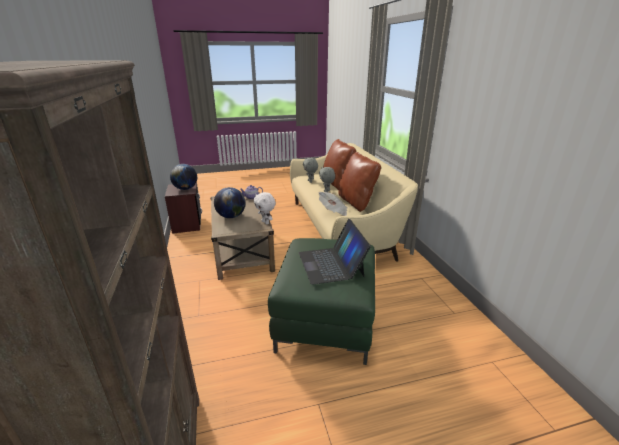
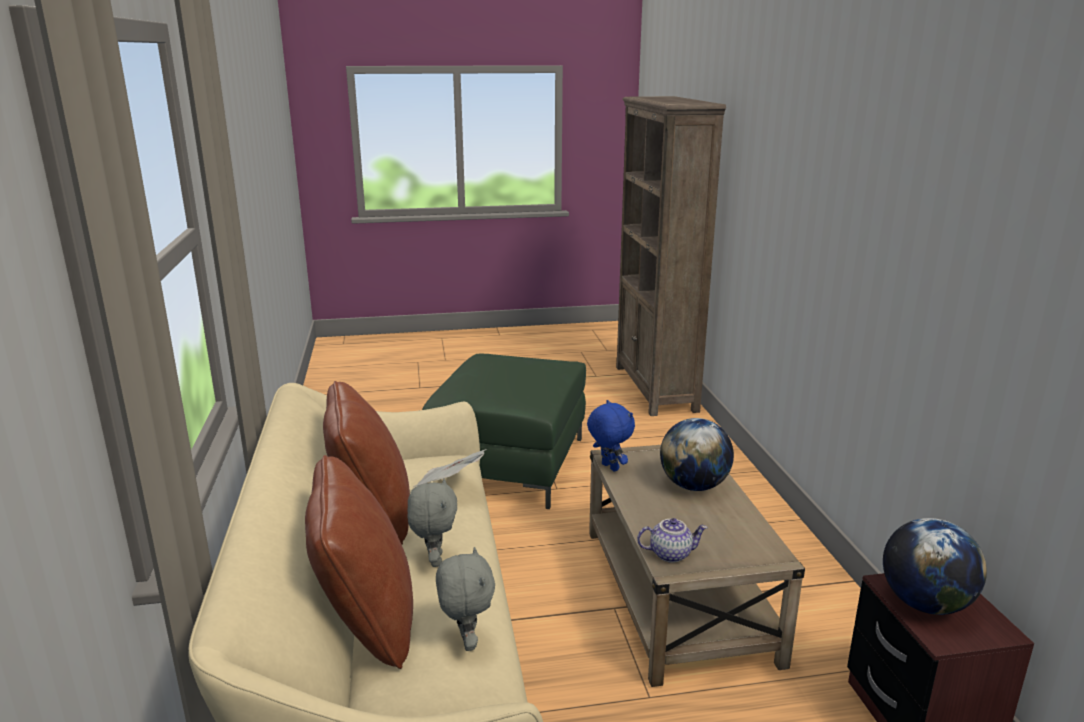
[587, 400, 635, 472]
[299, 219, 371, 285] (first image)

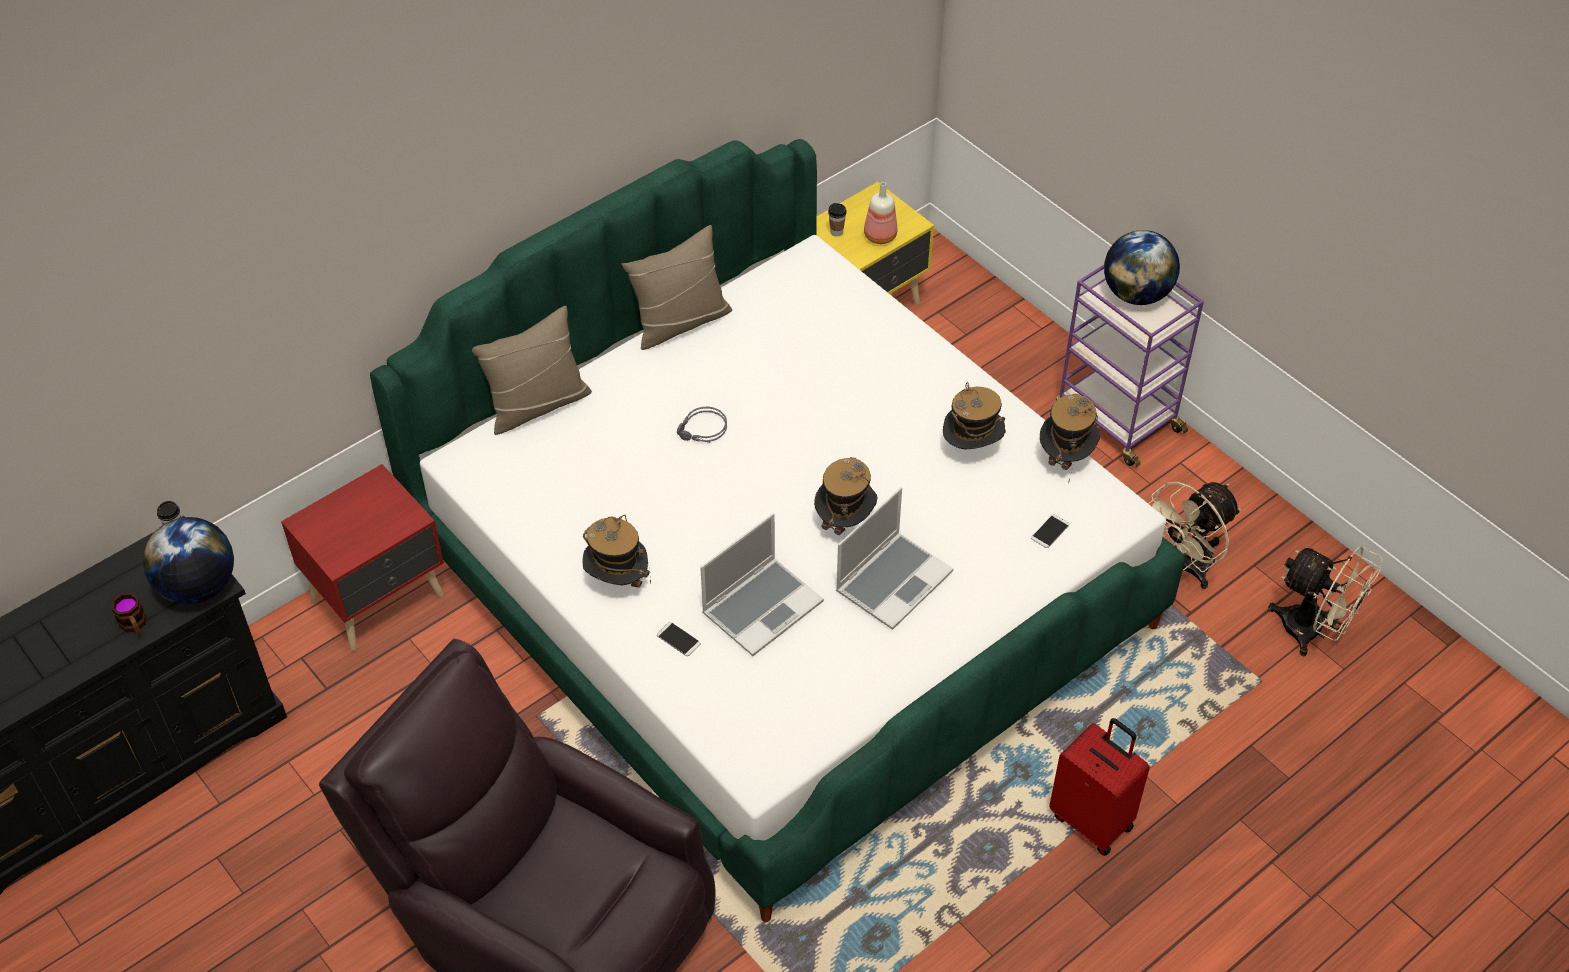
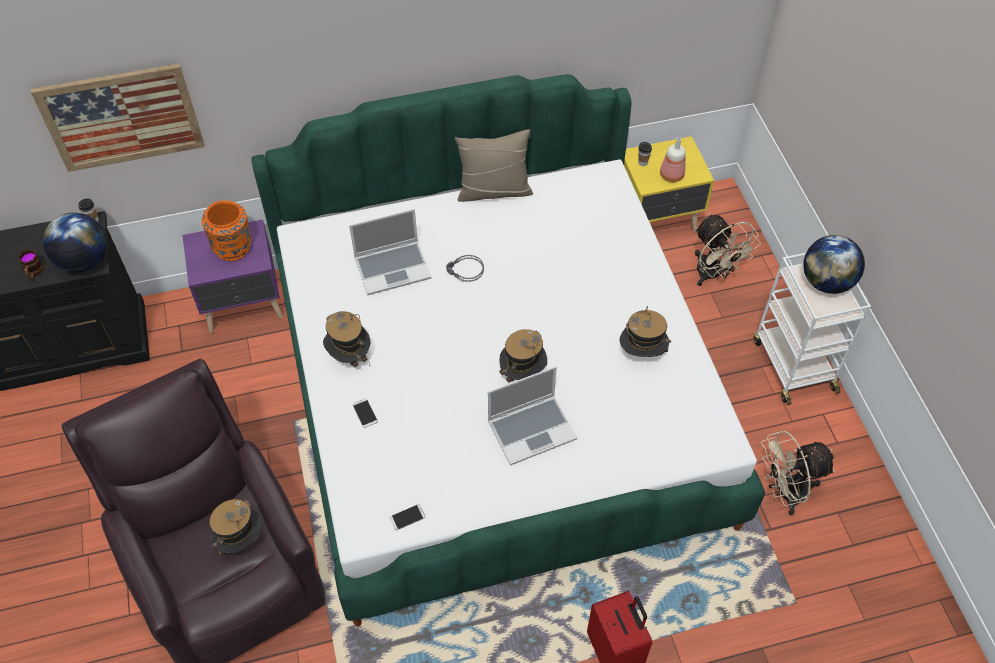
[31, 64, 205, 172]
[182, 219, 283, 333]
[202, 200, 252, 261]
[209, 499, 262, 563]
[349, 209, 431, 295]
[390, 504, 425, 530]
[695, 214, 761, 286]
[754, 253, 871, 405]
[472, 306, 592, 435] (first image)

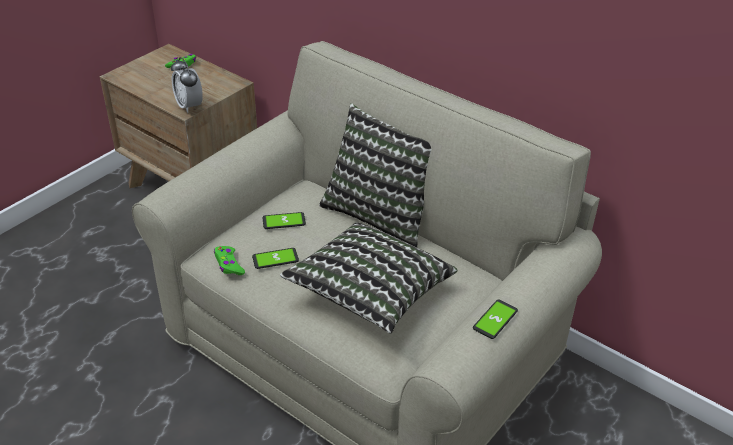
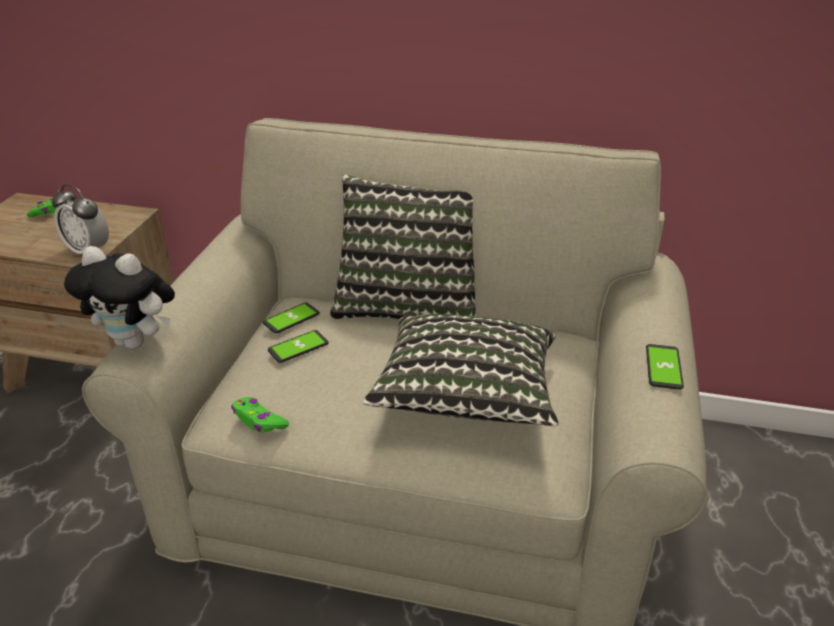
[64, 246, 175, 349]
[263, 302, 320, 334]

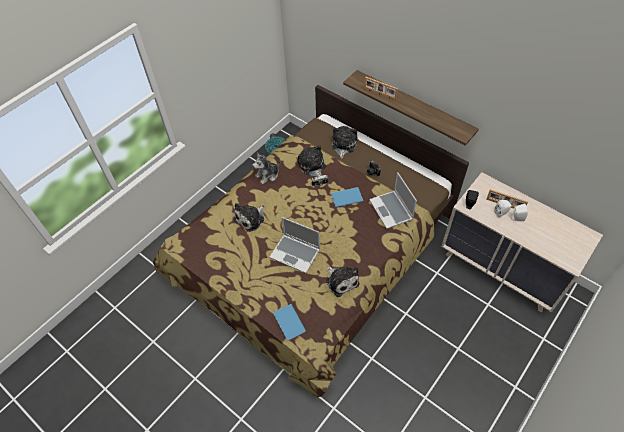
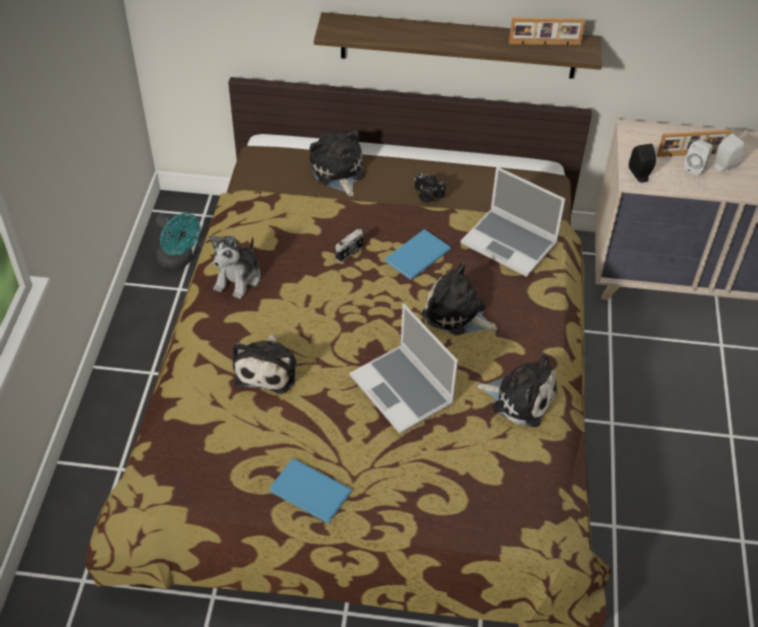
[270, 458, 352, 523]
[349, 304, 458, 434]
[422, 262, 497, 335]
[509, 18, 586, 46]

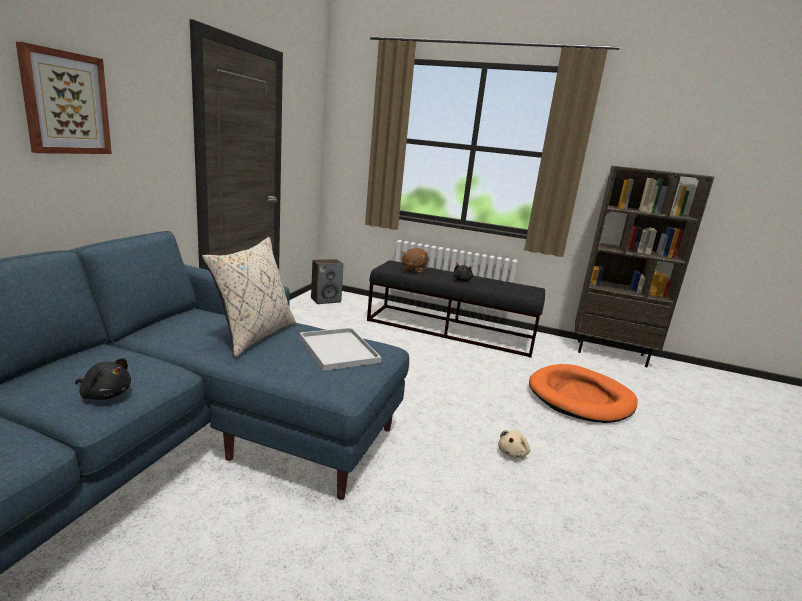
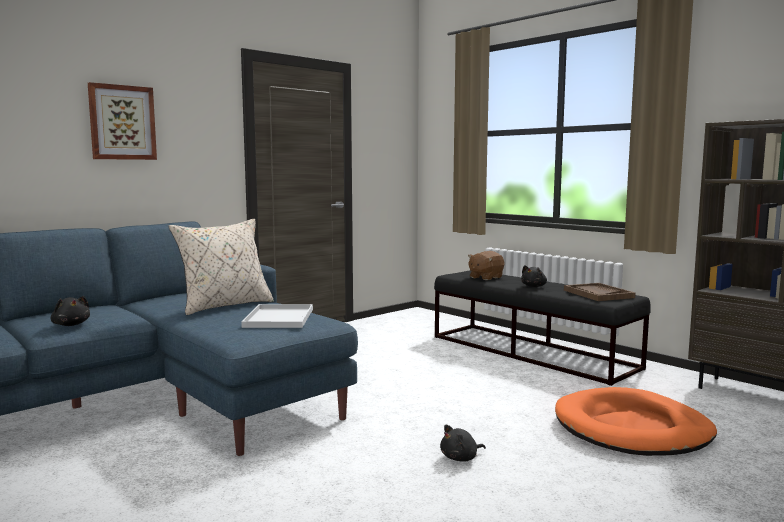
[440, 425, 486, 462]
[564, 283, 636, 301]
[311, 259, 344, 304] (first image)

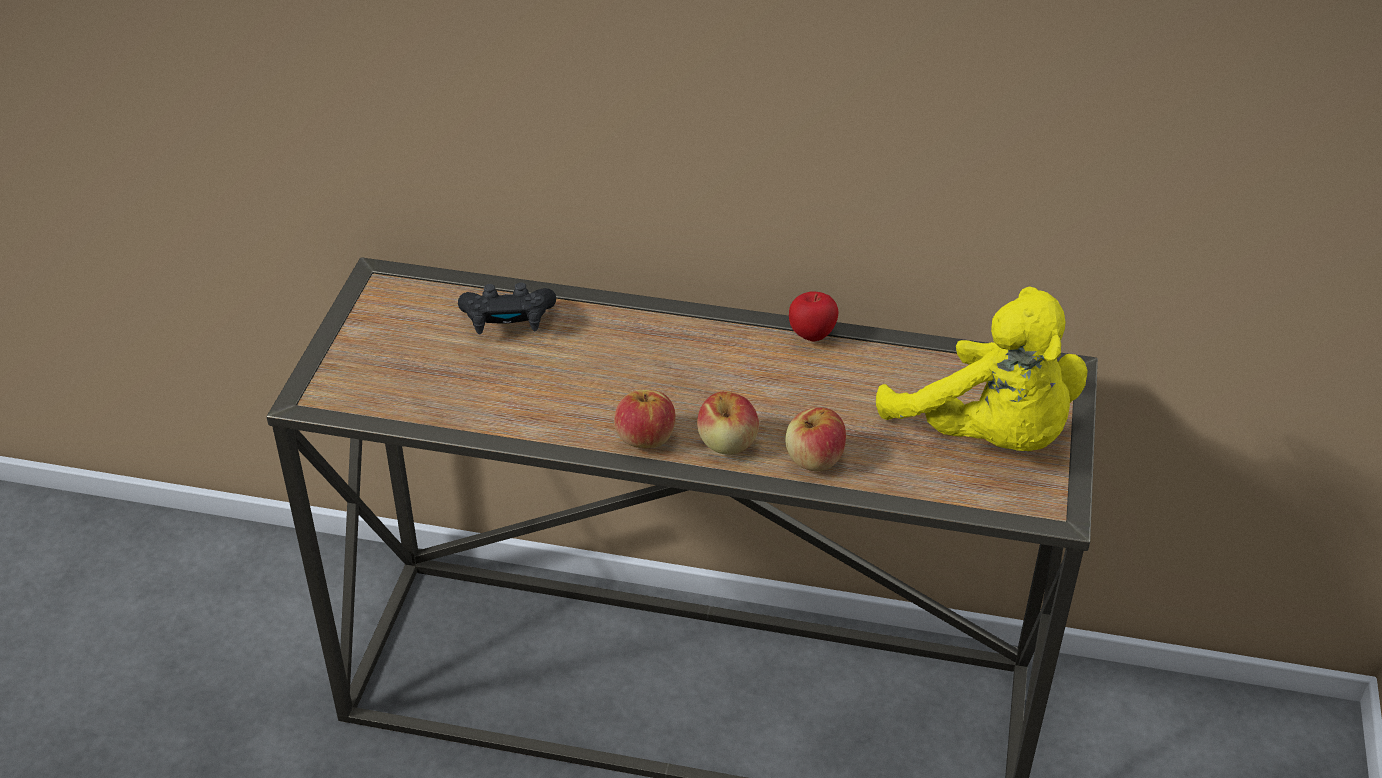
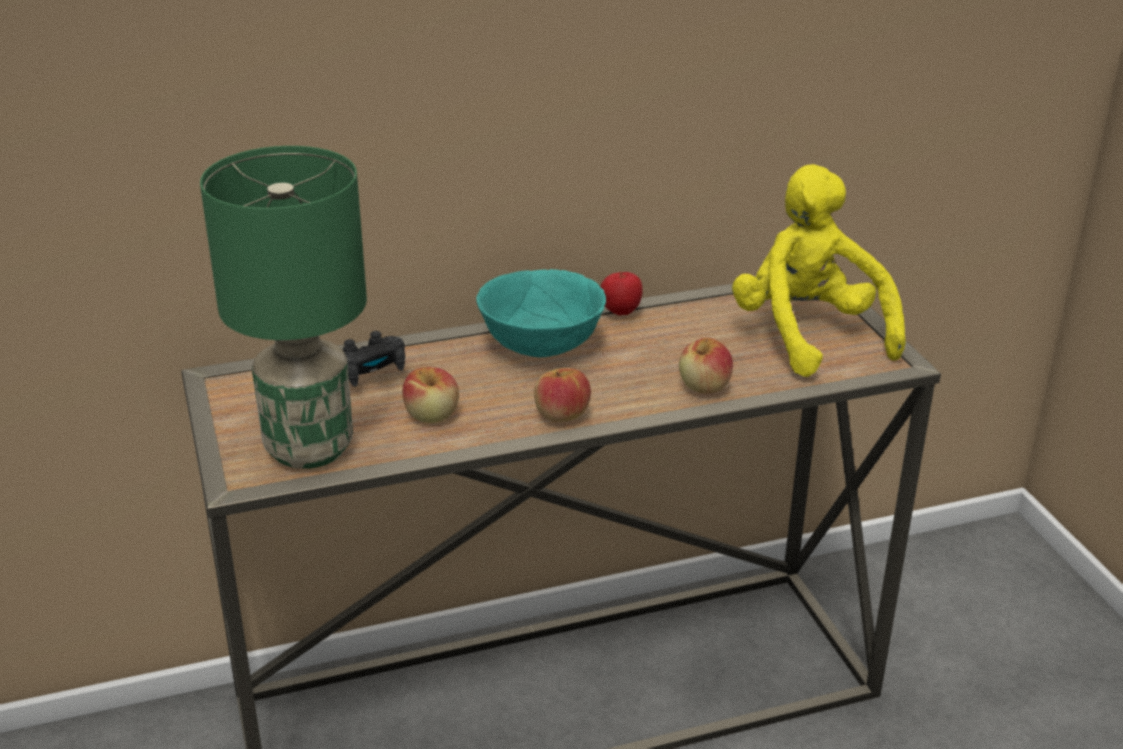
[200, 146, 367, 469]
[402, 367, 459, 423]
[476, 269, 606, 357]
[732, 164, 906, 377]

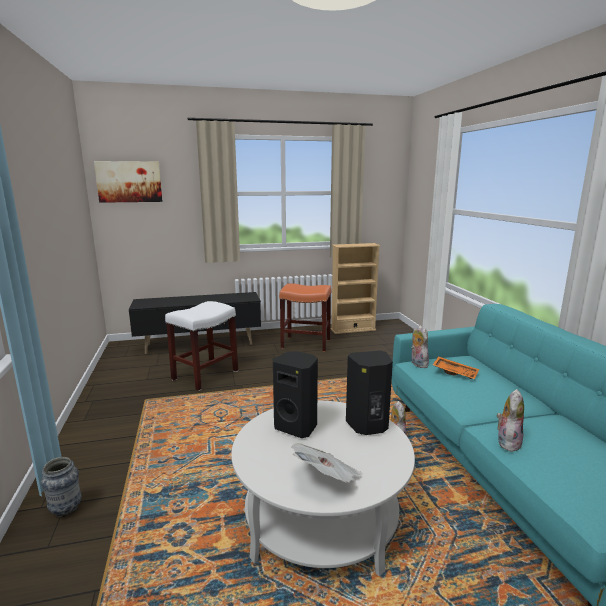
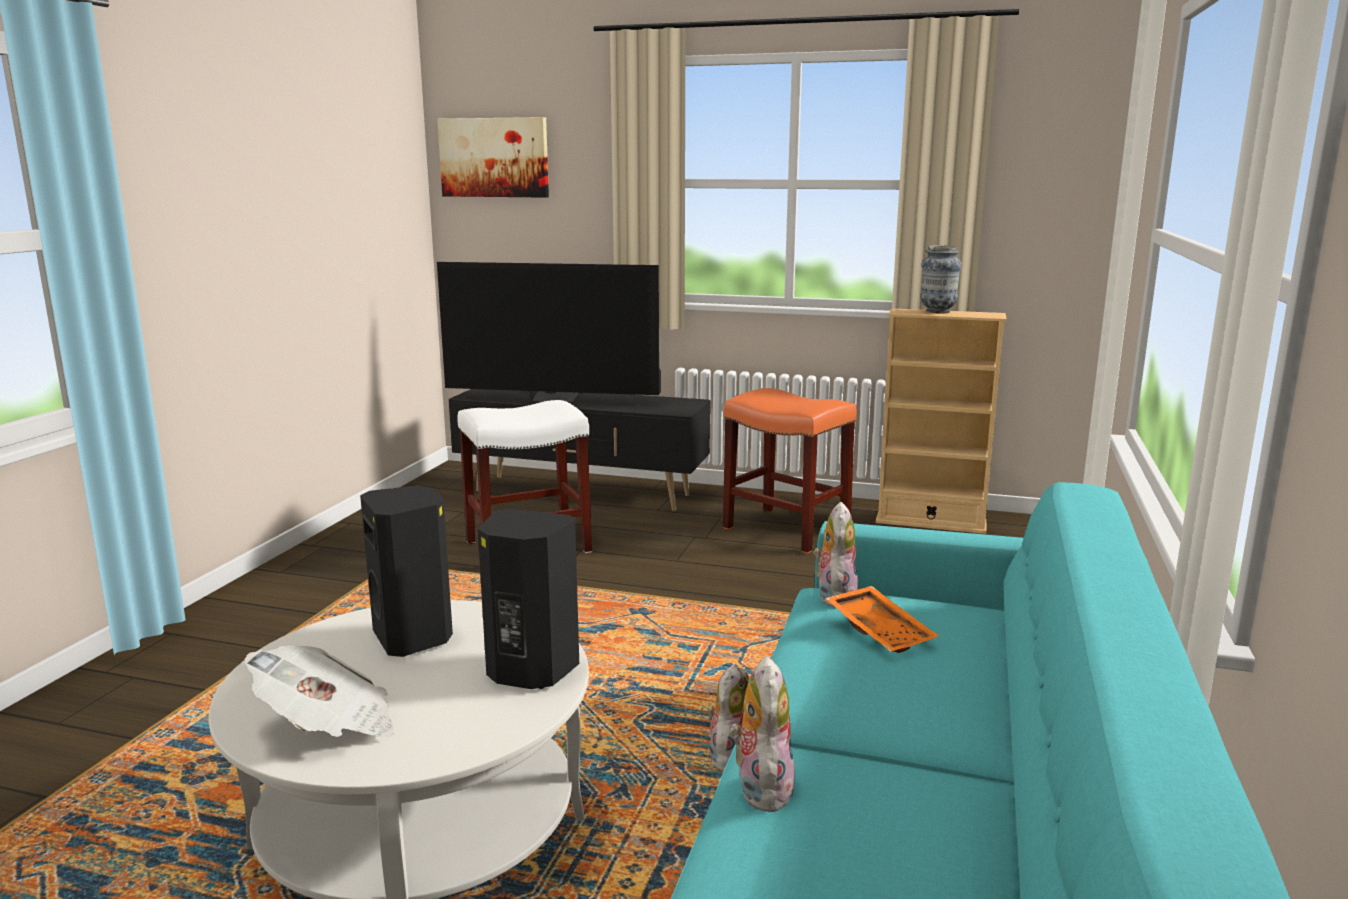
[437, 262, 661, 403]
[730, 655, 795, 813]
[920, 245, 962, 313]

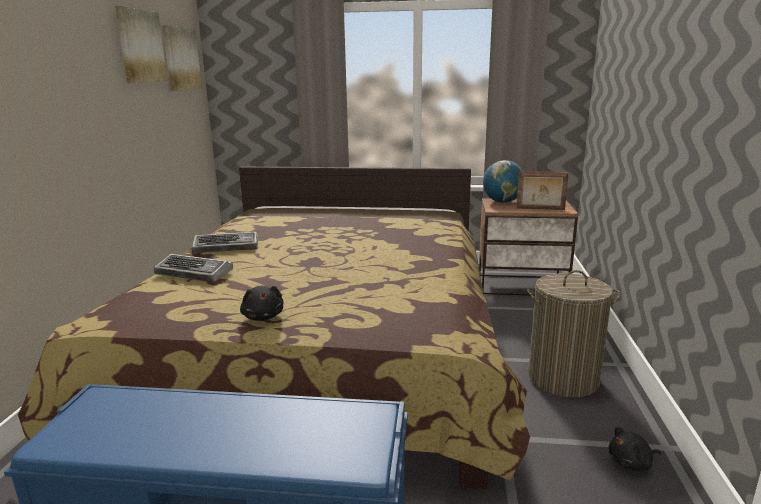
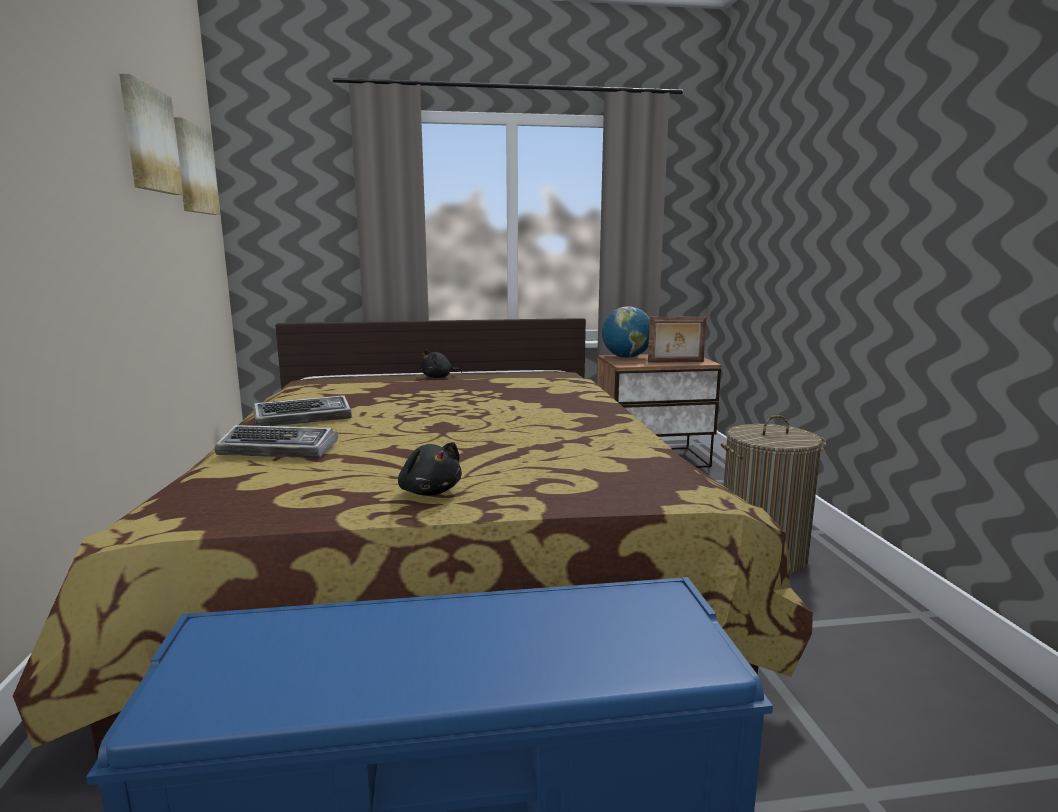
[420, 349, 462, 378]

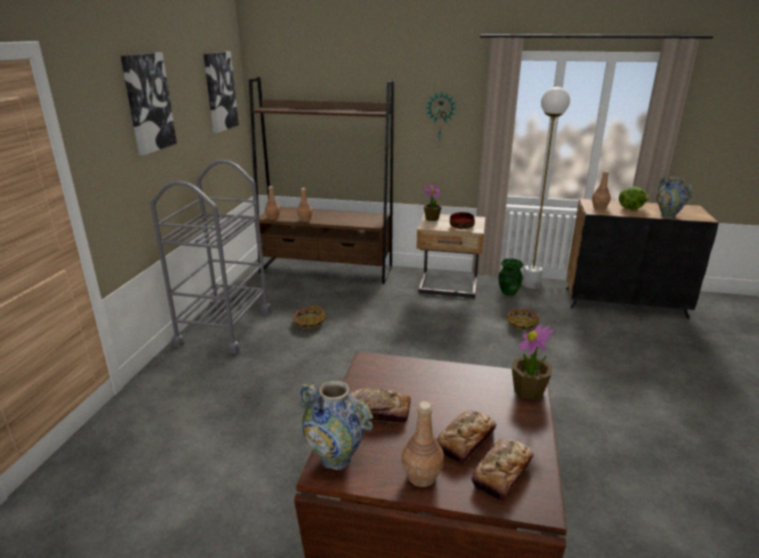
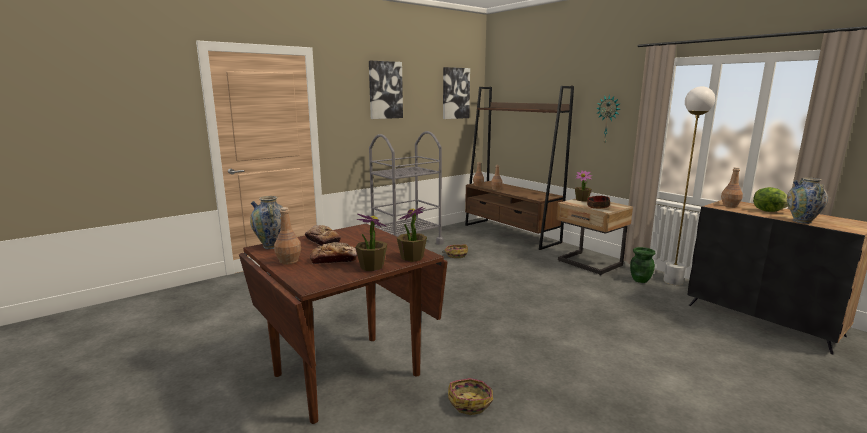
[355, 214, 387, 271]
[448, 378, 493, 415]
[471, 439, 534, 502] (first image)

